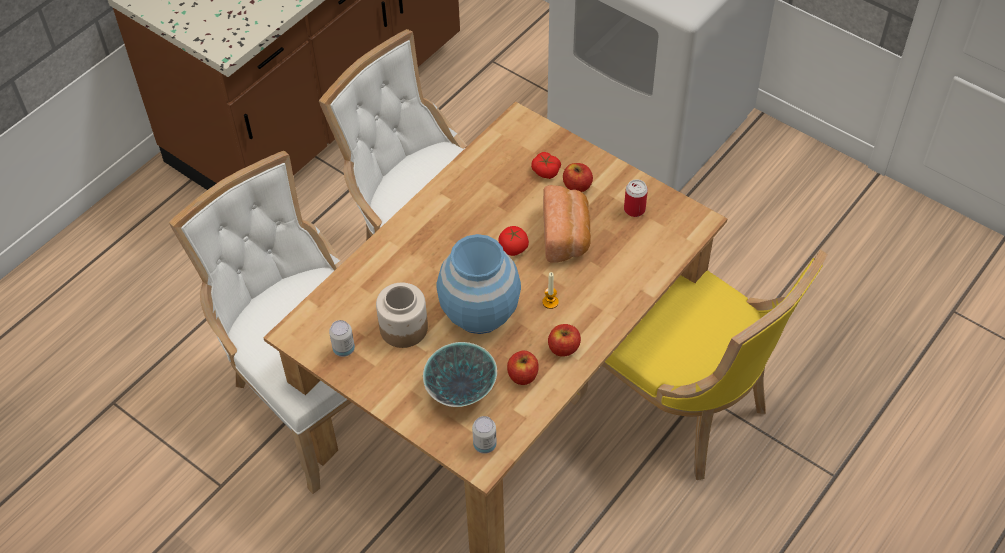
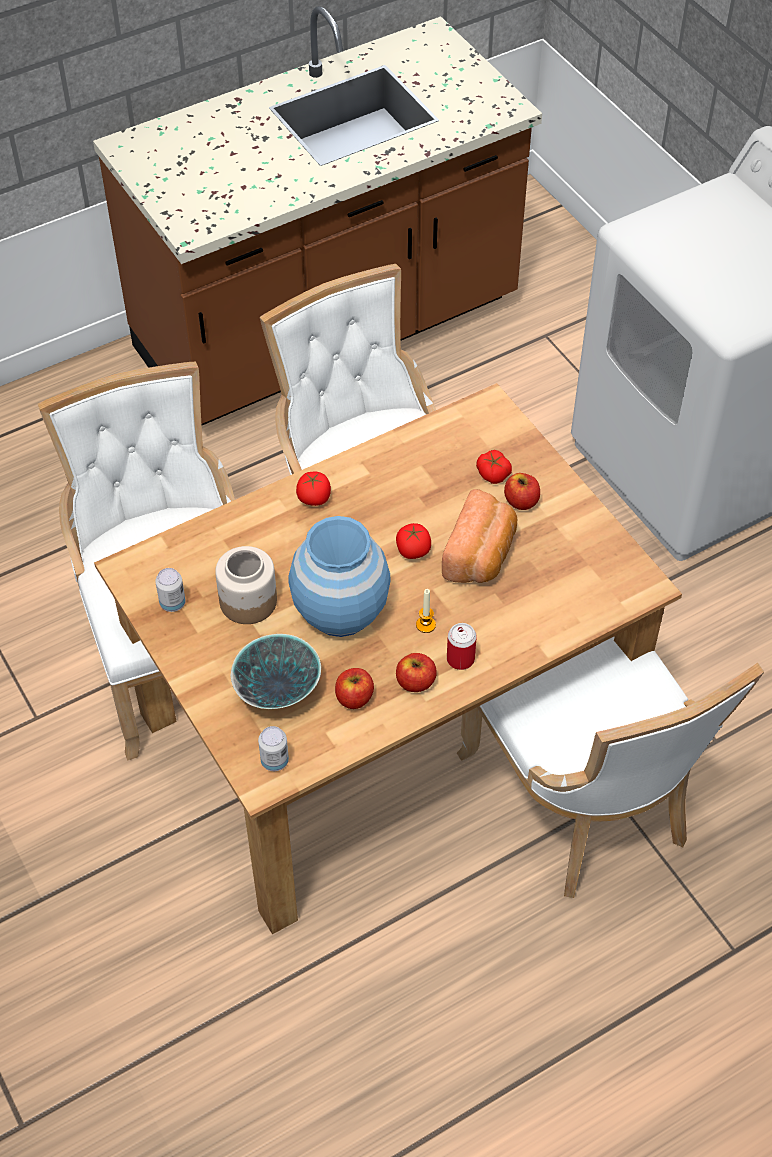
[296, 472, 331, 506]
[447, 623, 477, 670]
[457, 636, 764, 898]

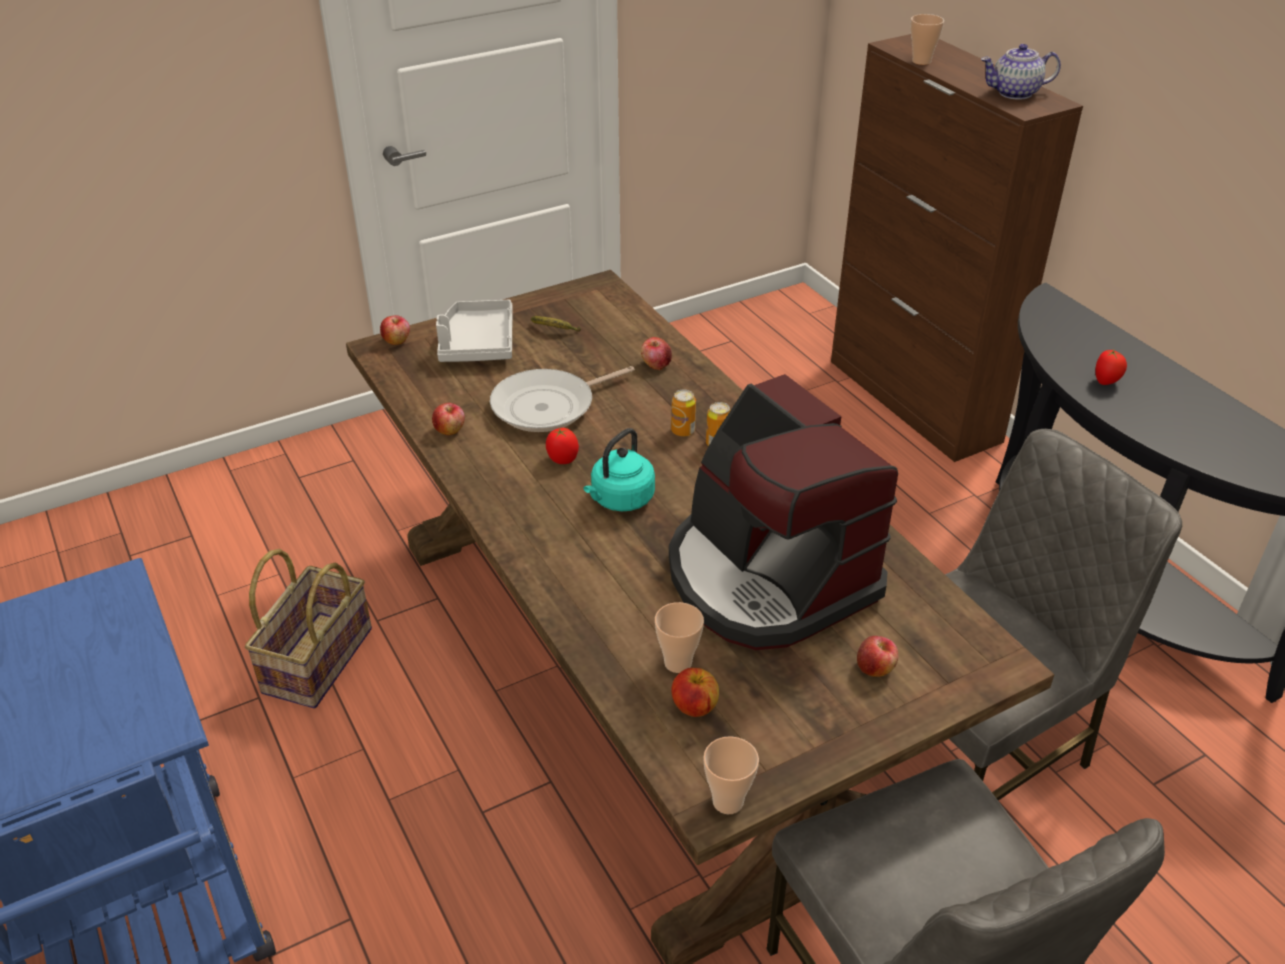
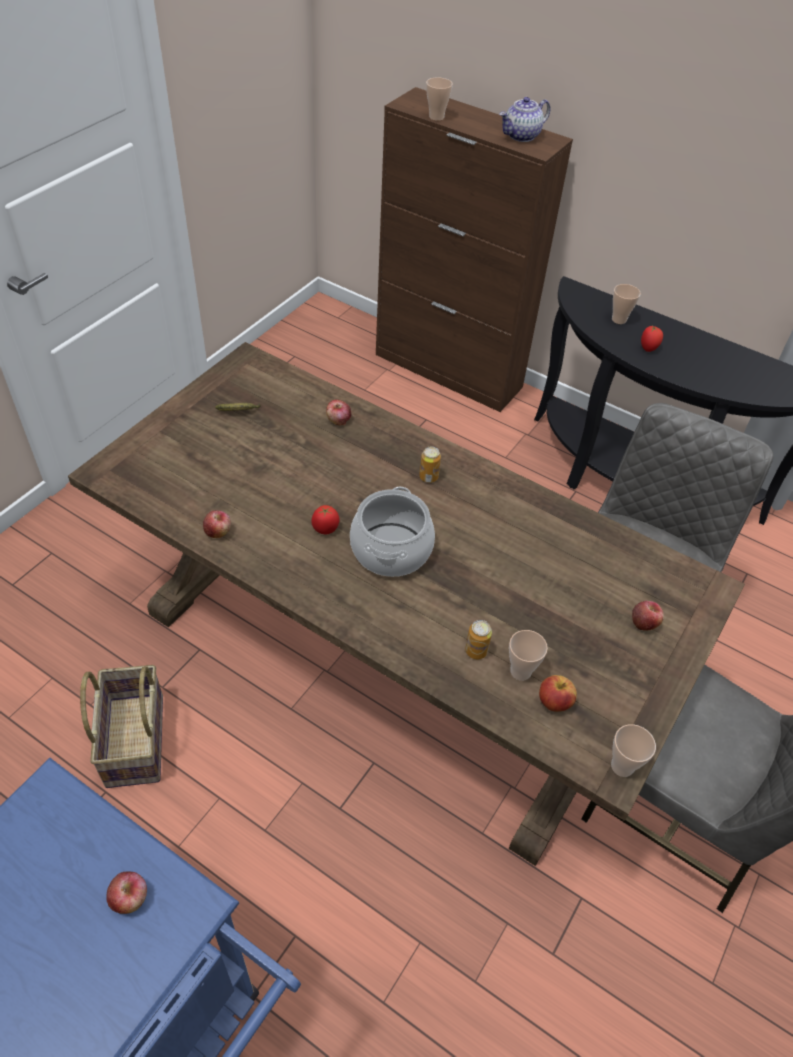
[106, 871, 147, 914]
[350, 487, 435, 577]
[465, 620, 492, 659]
[612, 284, 641, 324]
[436, 300, 513, 362] (first image)
[490, 366, 635, 432] (first image)
[669, 374, 898, 650] (first image)

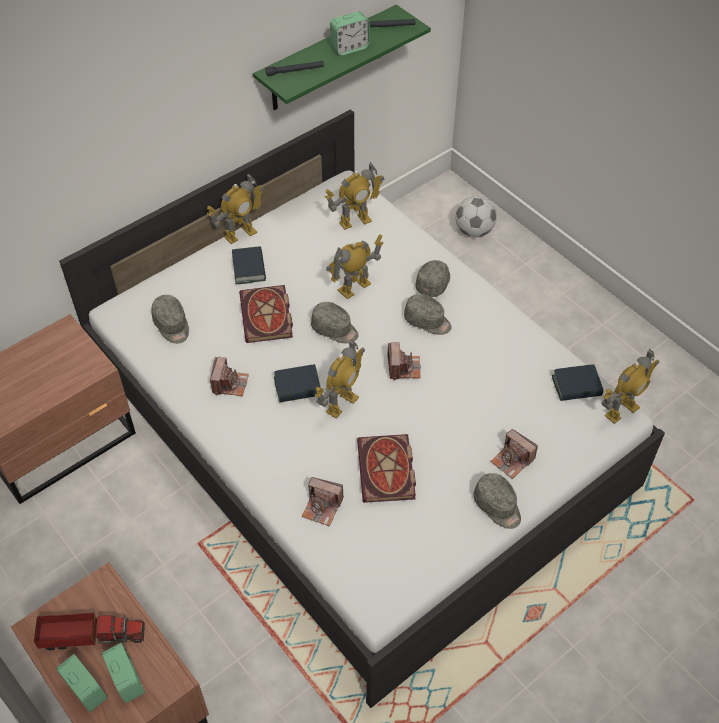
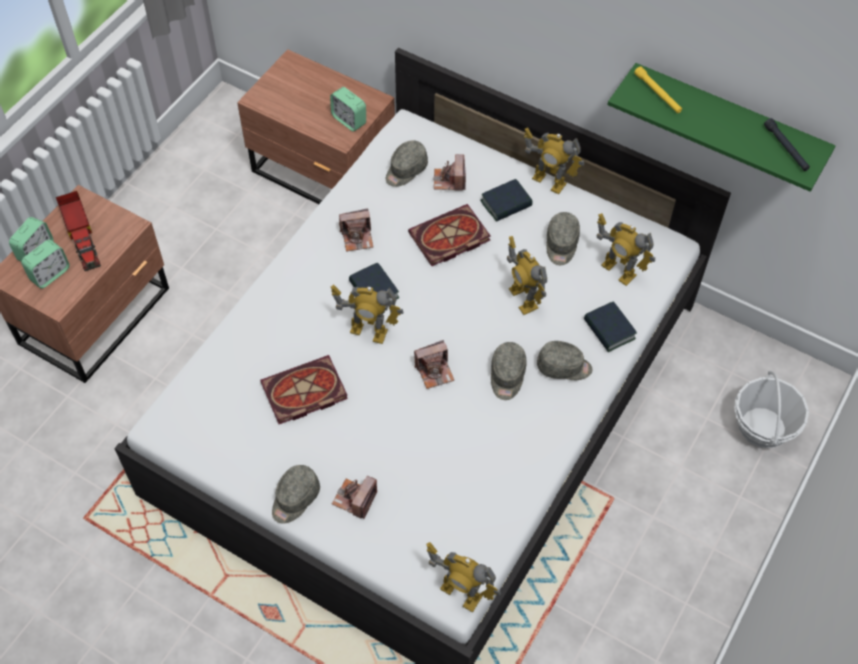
[330, 87, 366, 132]
[433, 154, 466, 191]
[507, 236, 547, 315]
[546, 212, 580, 265]
[584, 302, 637, 352]
[634, 66, 682, 113]
[734, 370, 809, 448]

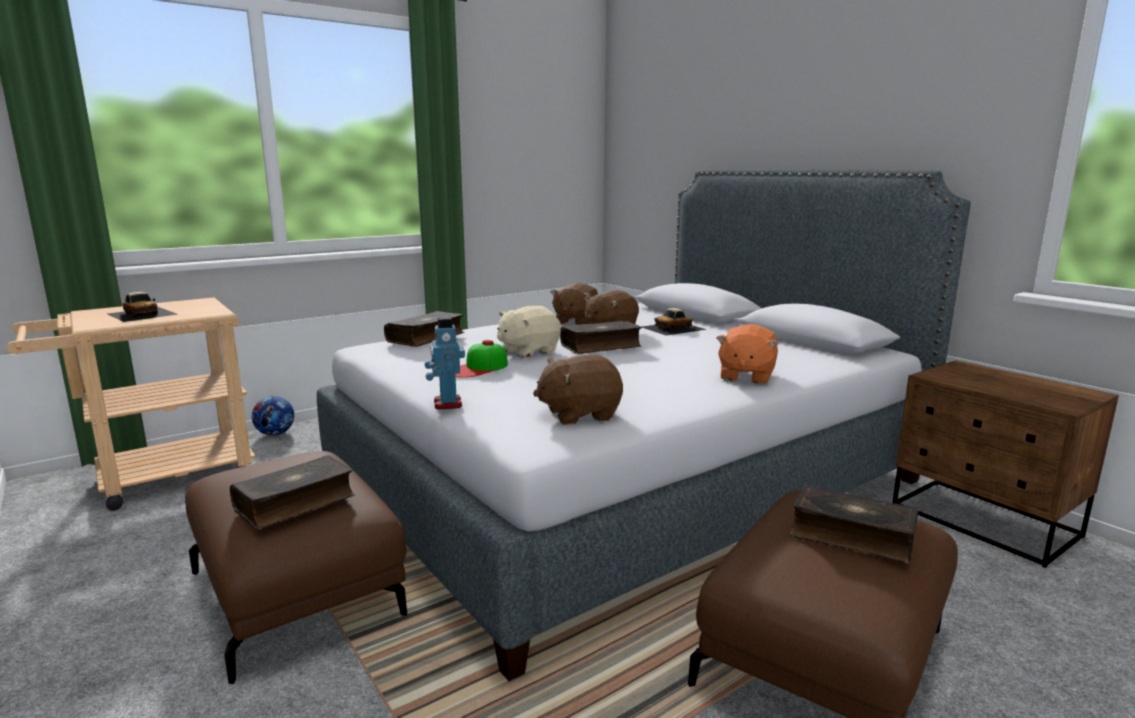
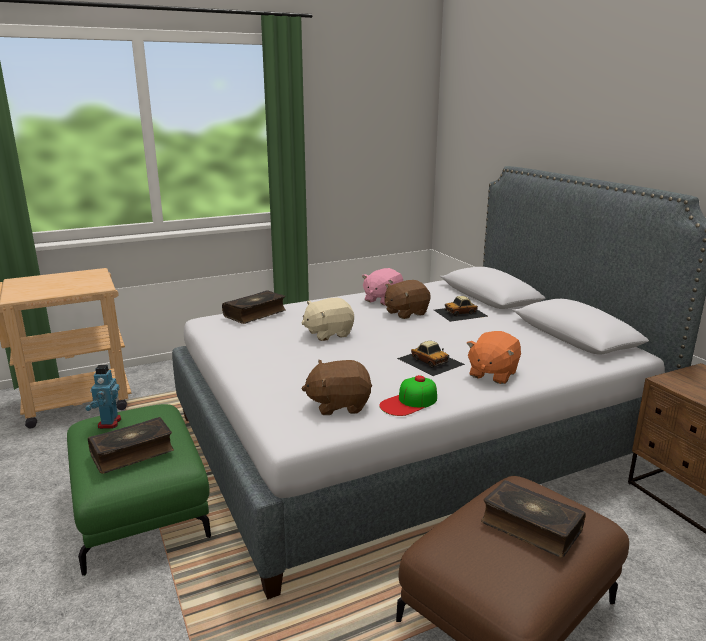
[67, 404, 211, 576]
[85, 365, 121, 429]
[362, 268, 403, 306]
[379, 375, 437, 416]
[397, 341, 465, 376]
[252, 396, 294, 436] (first image)
[560, 320, 642, 354] (first image)

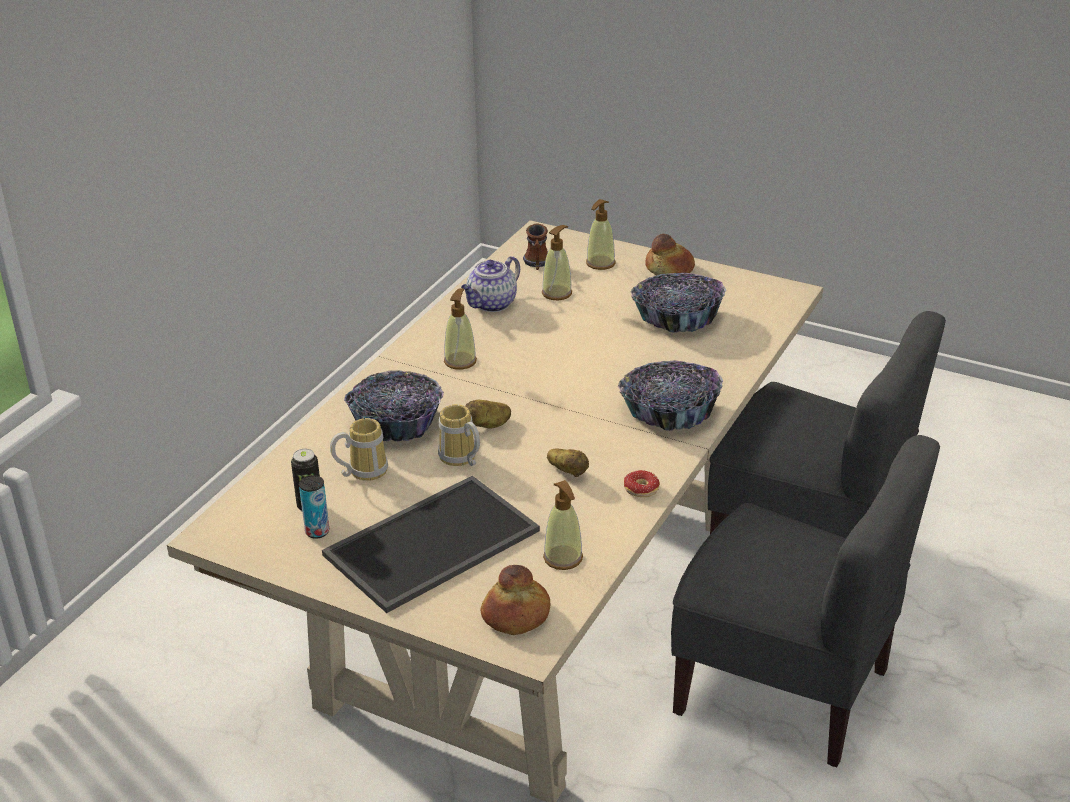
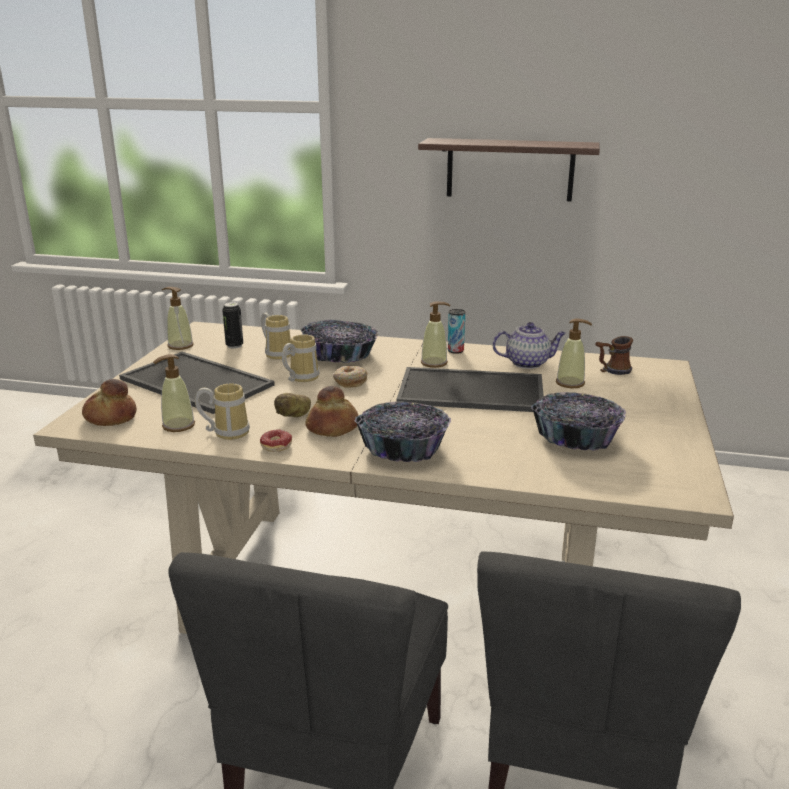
[162, 287, 194, 350]
[195, 383, 250, 440]
[305, 386, 358, 437]
[333, 366, 367, 387]
[396, 367, 544, 412]
[418, 138, 600, 201]
[448, 309, 465, 354]
[493, 322, 566, 369]

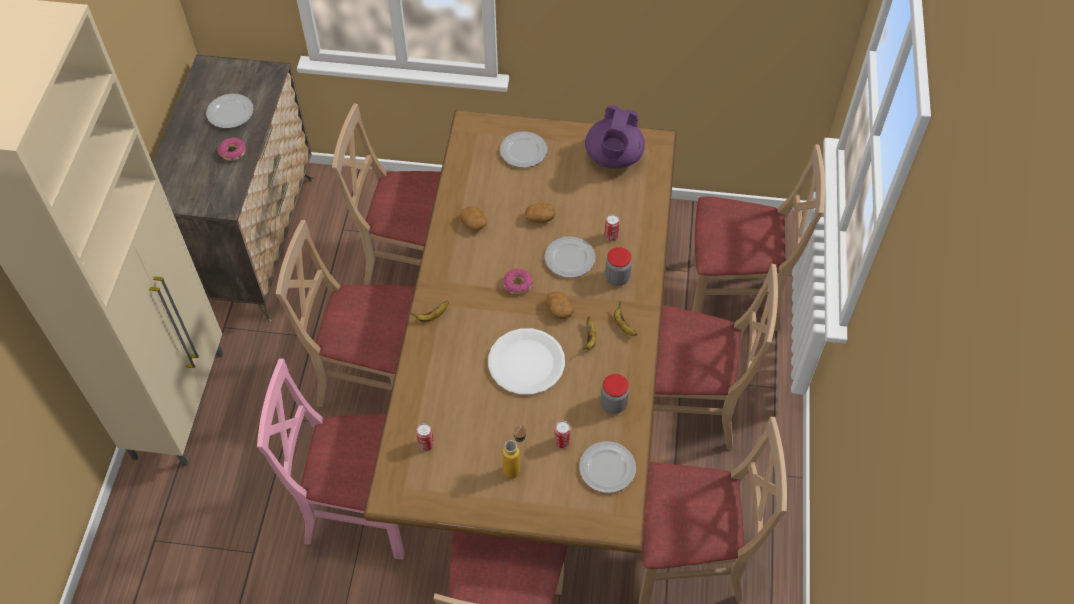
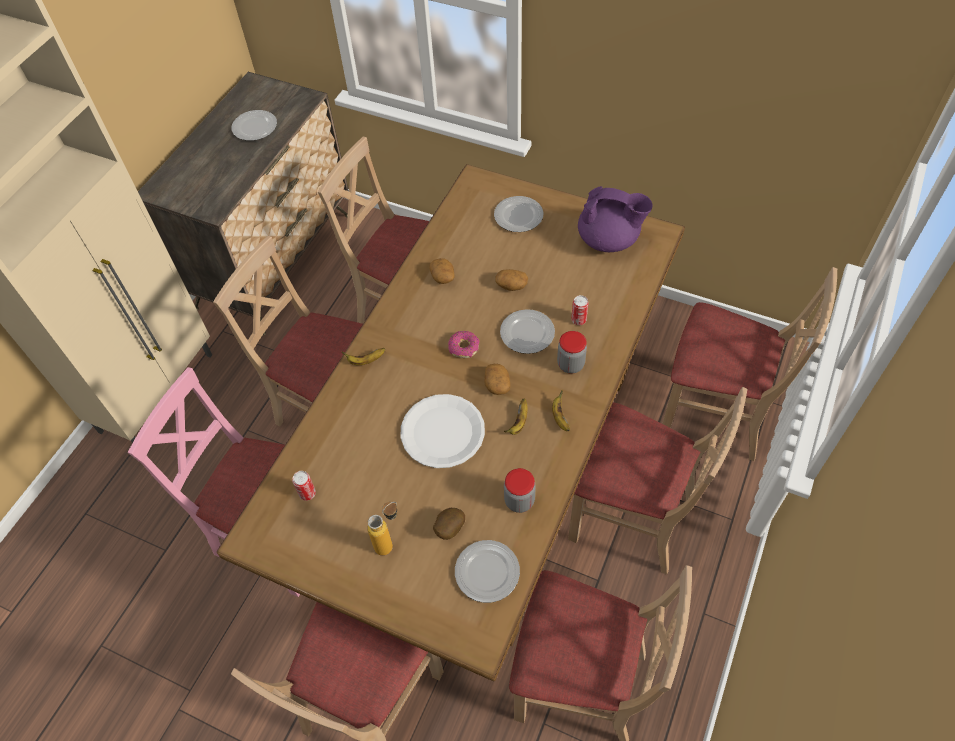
[433, 508, 465, 540]
[578, 186, 653, 252]
[218, 137, 246, 161] (first image)

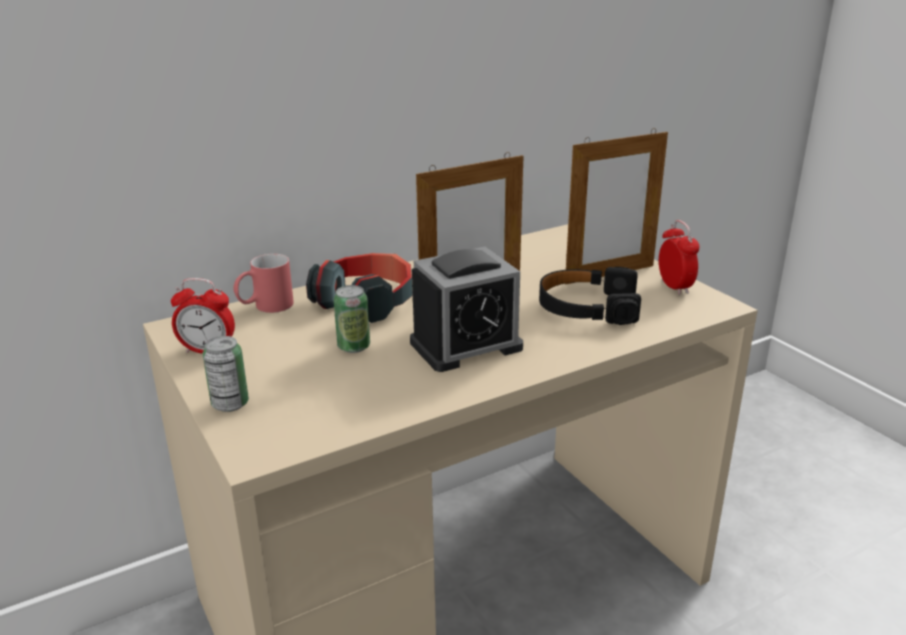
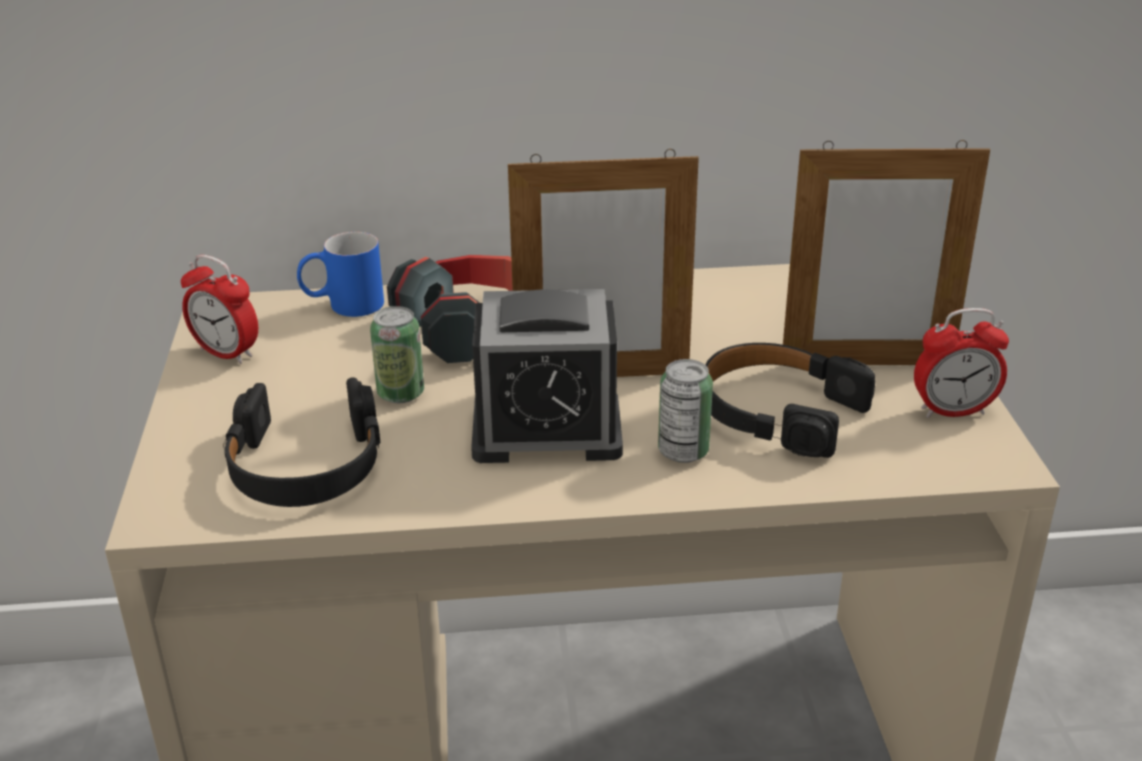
[223, 377, 380, 507]
[297, 232, 384, 317]
[658, 359, 713, 463]
[914, 308, 1009, 418]

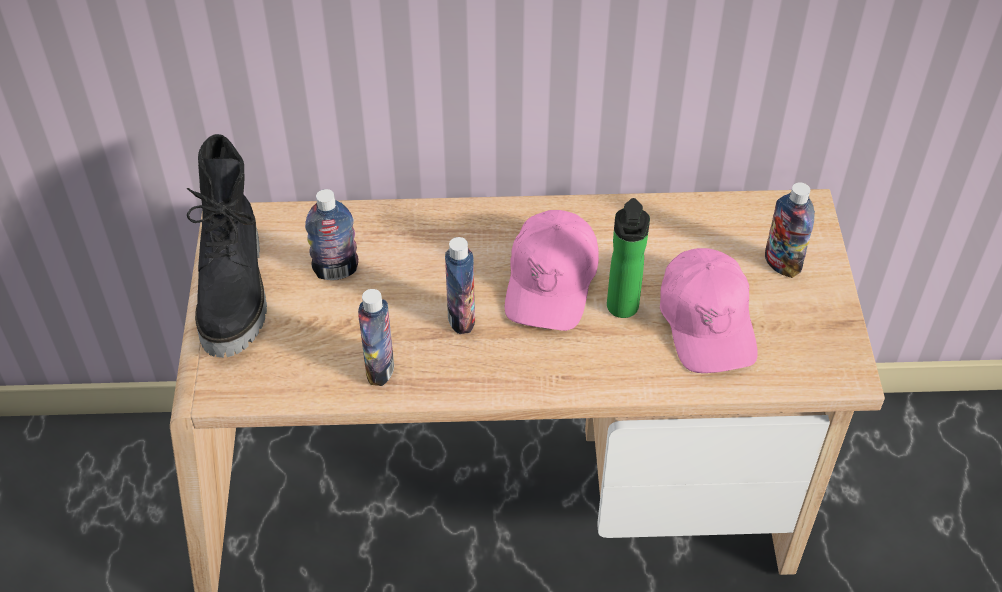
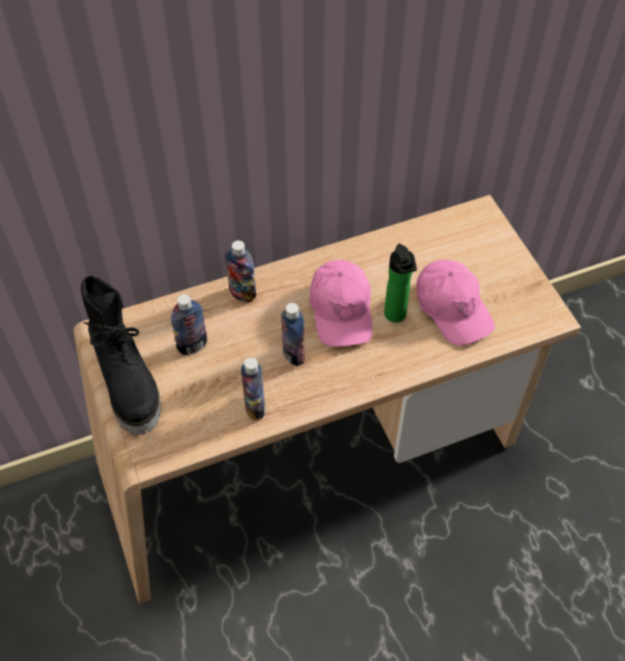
[225, 240, 256, 302]

